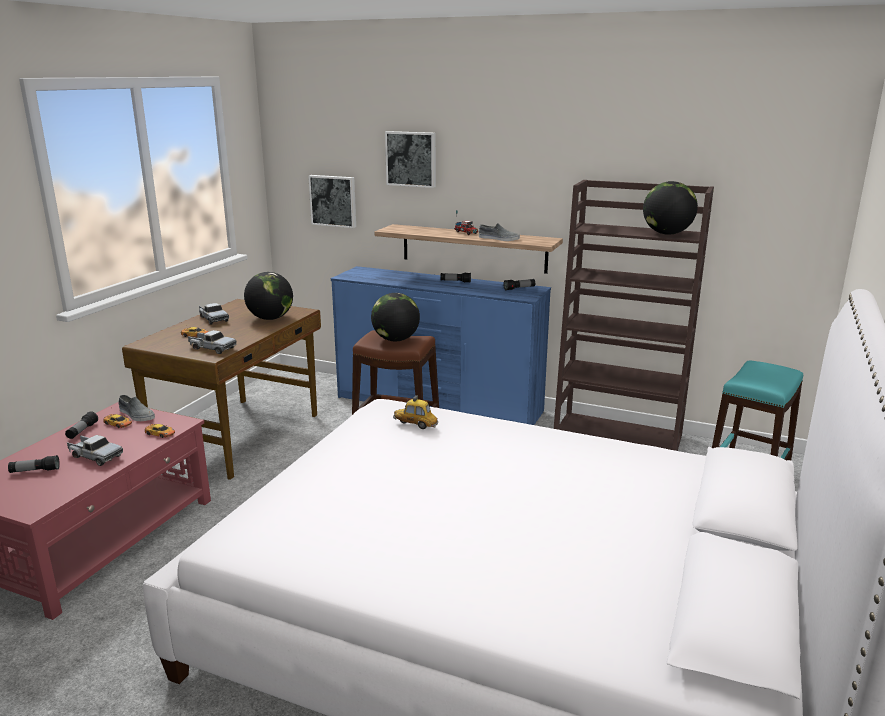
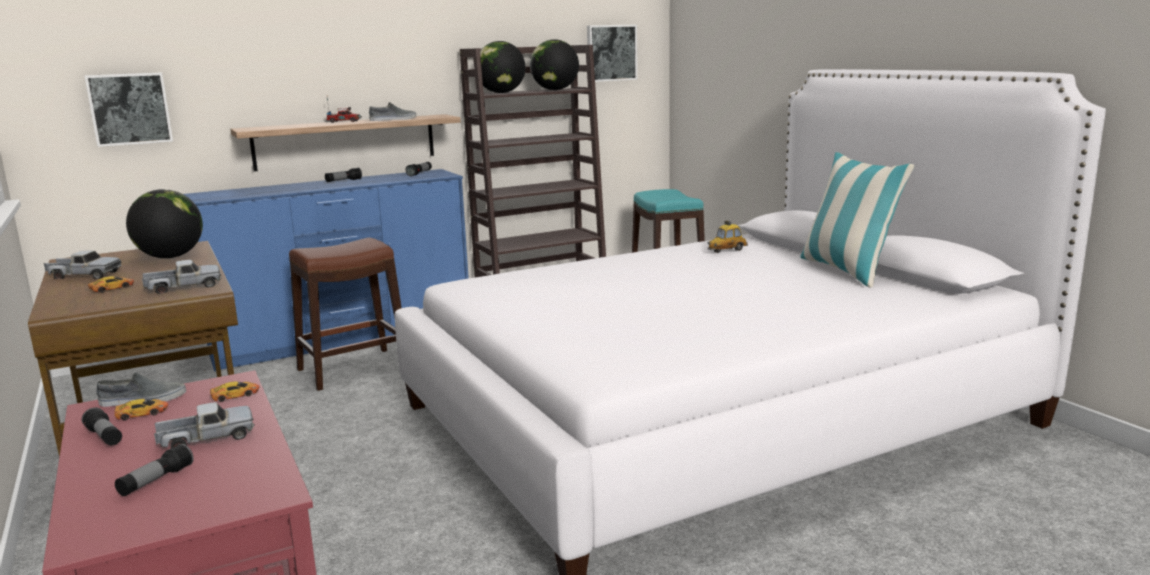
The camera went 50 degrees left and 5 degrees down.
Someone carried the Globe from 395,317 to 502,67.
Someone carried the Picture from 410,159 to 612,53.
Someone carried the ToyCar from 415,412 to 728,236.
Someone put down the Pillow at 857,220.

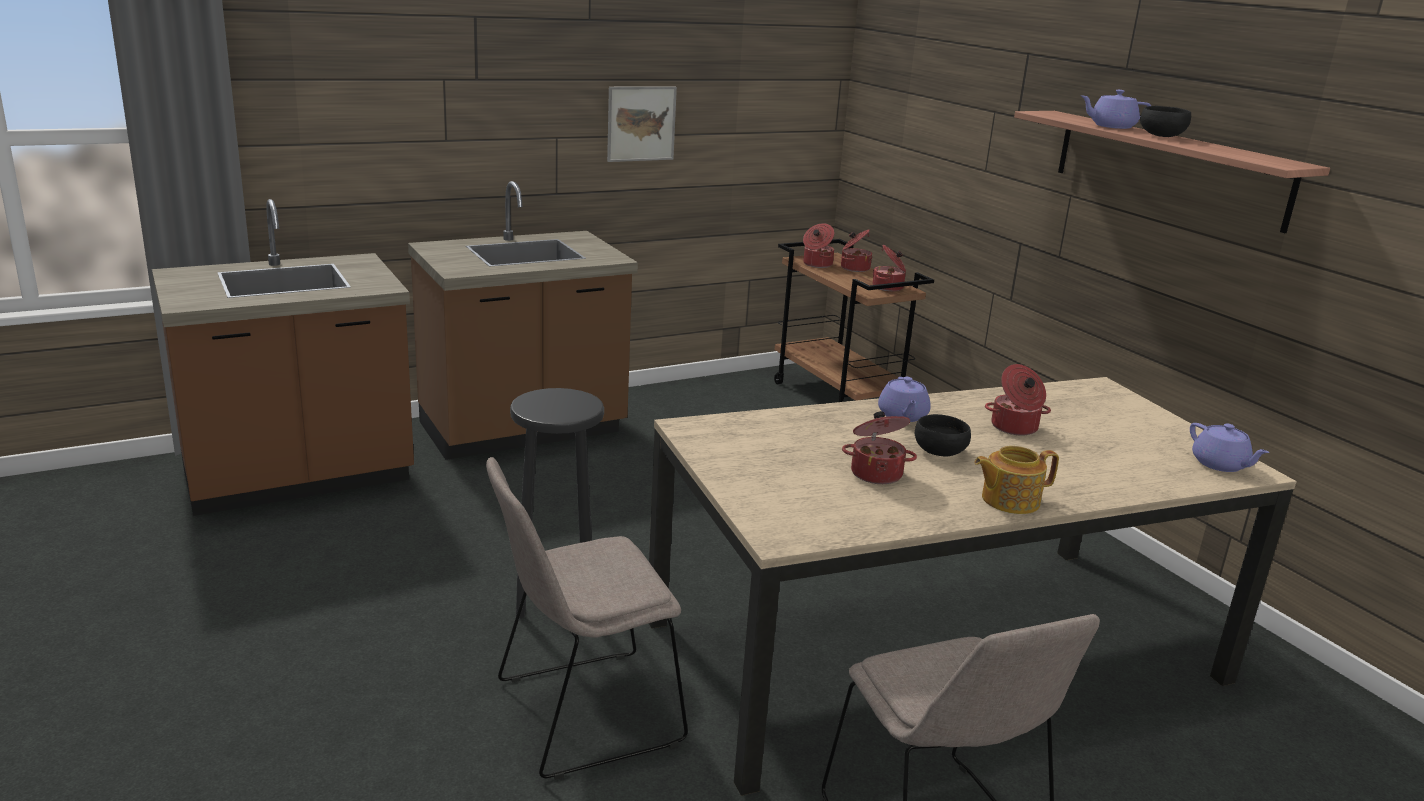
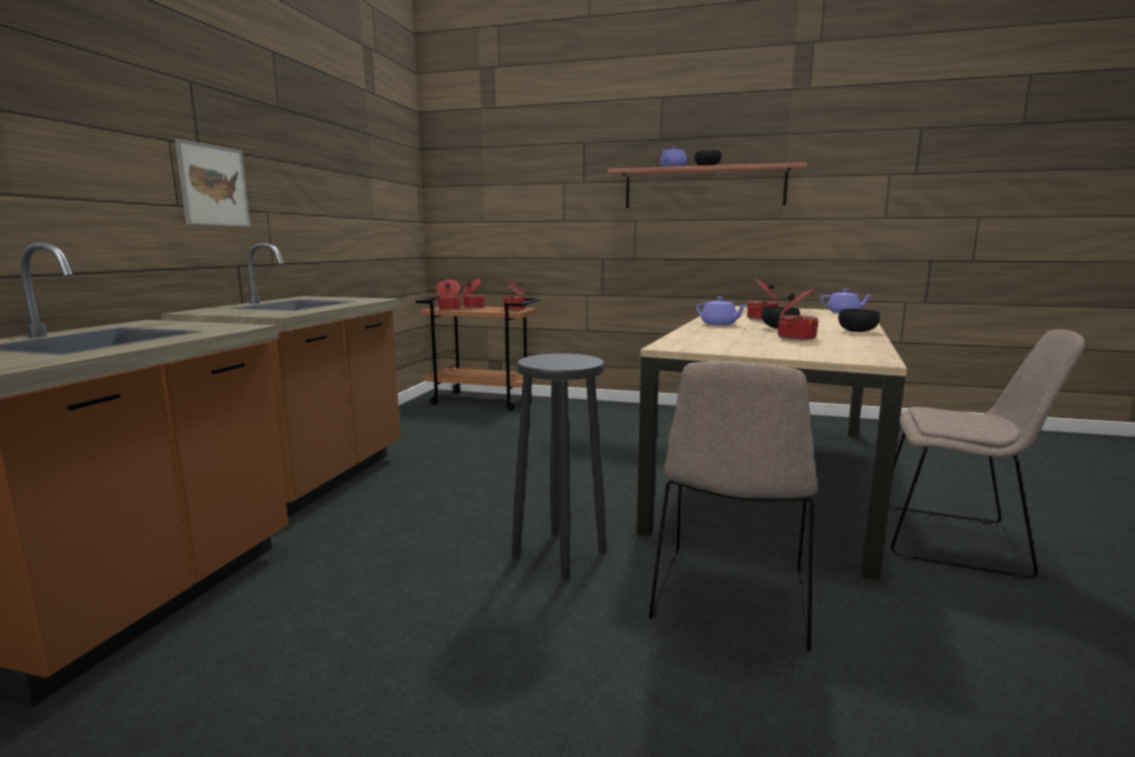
The camera went 45 degrees left and 10 degrees down.
Someone carried the Picture from 642,124 to 212,183.
Someone swapped the Teapot at 1016,480 for the BlackBowl at 859,320.

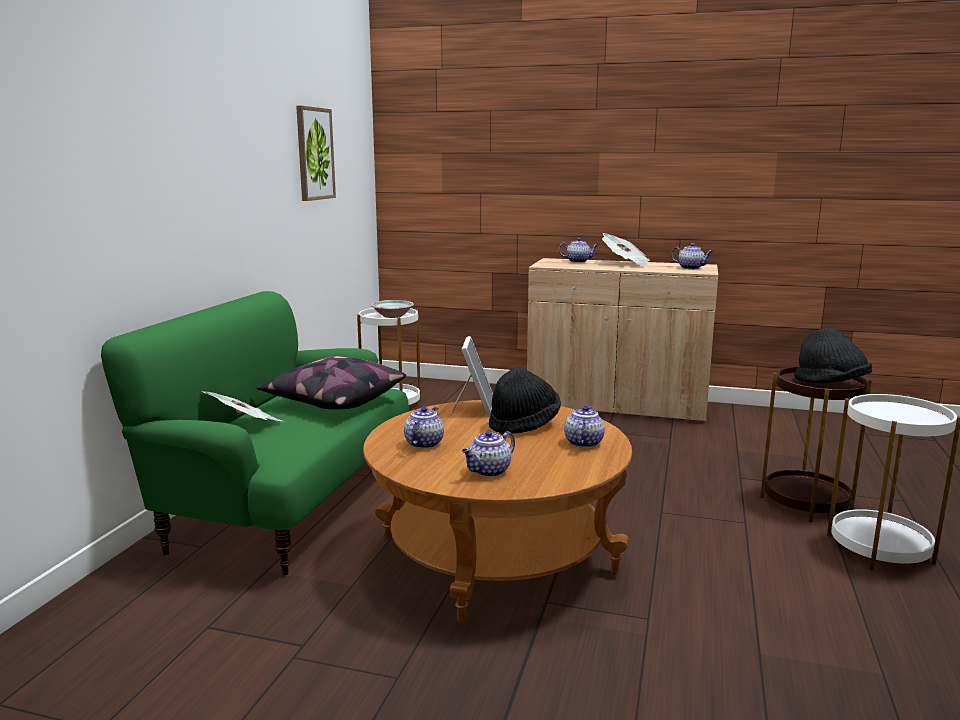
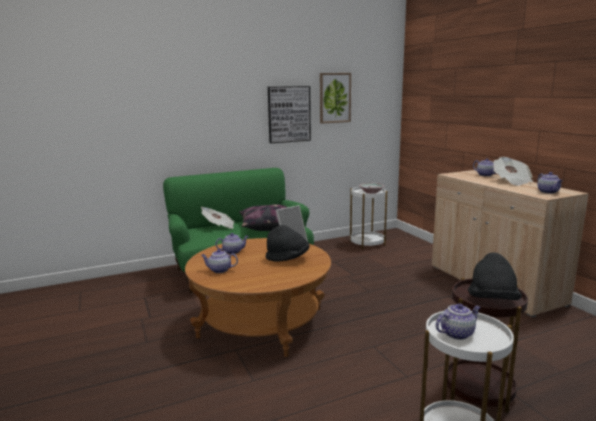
The camera went 50 degrees right and 0 degrees up.
Someone put up the Picture at 289,114.
Someone carried the Teapot from 584,427 to 458,322.

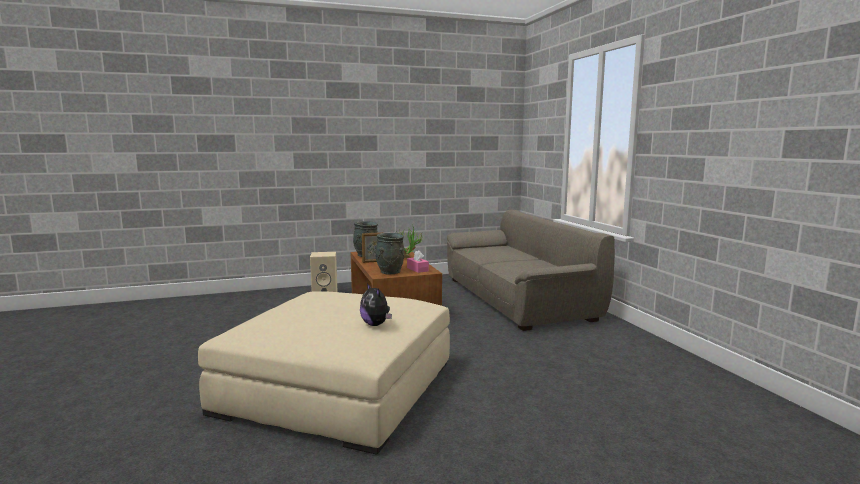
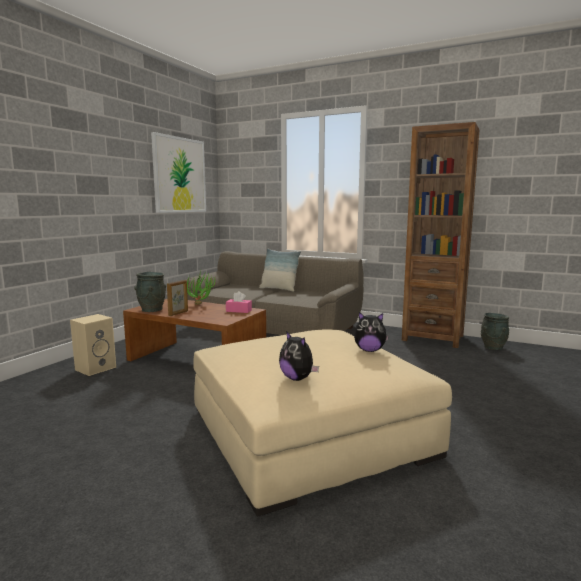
The camera went 45 degrees left and 0 degrees up.
Someone put up the Picture at 178,172.
Someone put down the Pillow at 280,270.
Someone put down the PlushToy at 299,356.
Someone put down the BrownBookcase at 441,235.
Someone carried the GreyVase from 390,254 to 495,331.

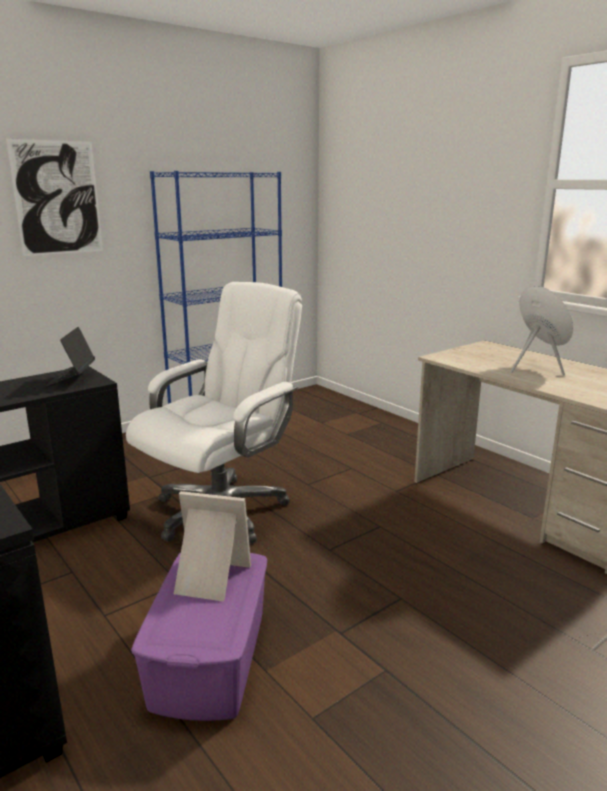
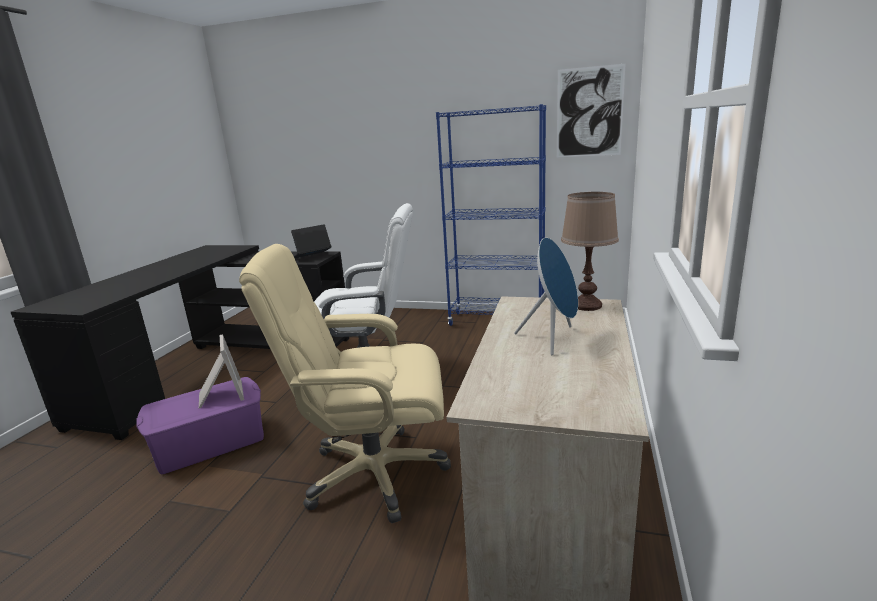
The camera went 55 degrees right and 0 degrees up.
Someone put down the BeigeOfficeChair at 345,383.
Someone carried the Picture from 54,197 to 591,111.
Someone put down the BrownTableLamp at 590,251.

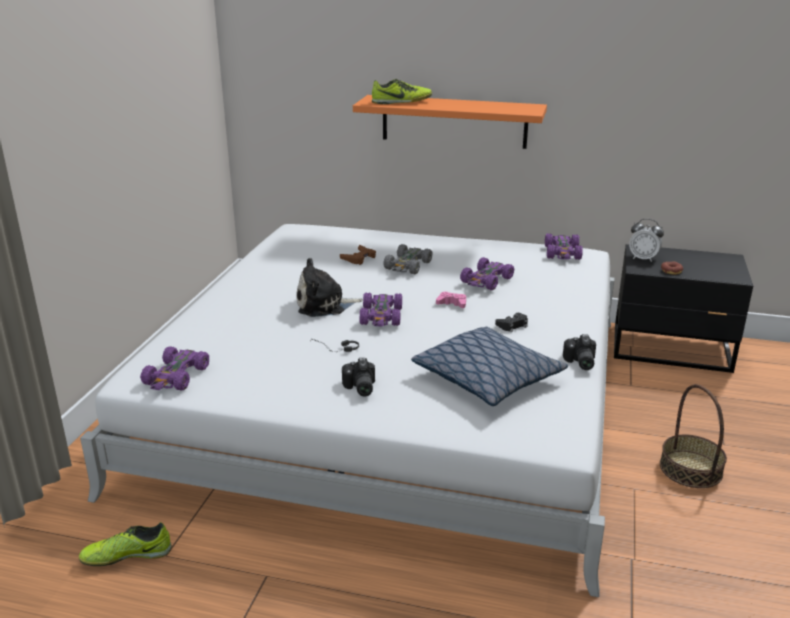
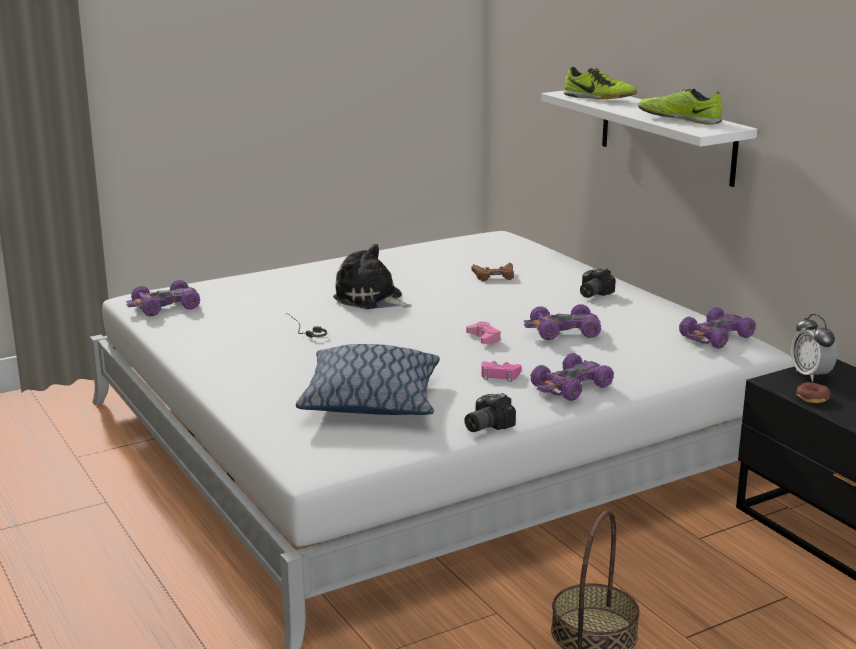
The camera went 45 degrees right and 5 degrees down.
Someone repainted the BlackGameController at 511,322, which became the PinkGameController at 501,371.
Someone carried the PurpleToyCar from 381,309 to 572,377.
Someone repainted the OrangeShelf at 450,122, which became the WhiteShelf at 649,138.
Someone carried the PhotoCamera from 358,377 to 598,282.
Someone carried the Shoe from 125,544 to 680,107.
Someone took away the GreyToyCar at 408,259.

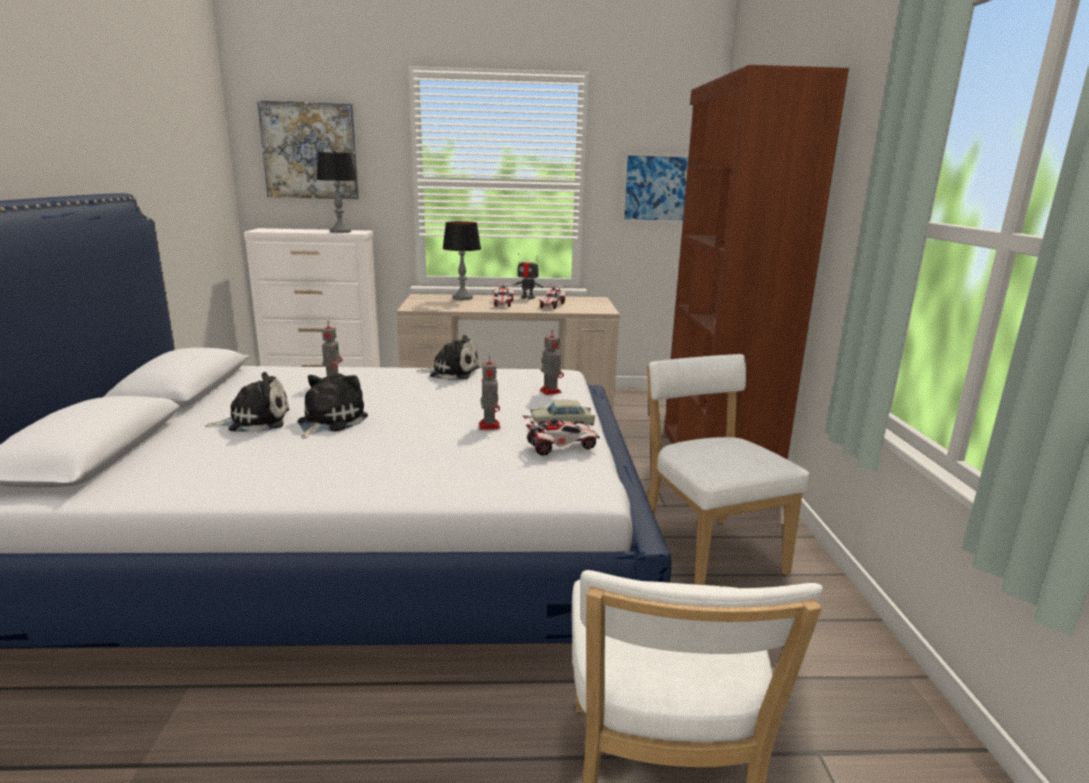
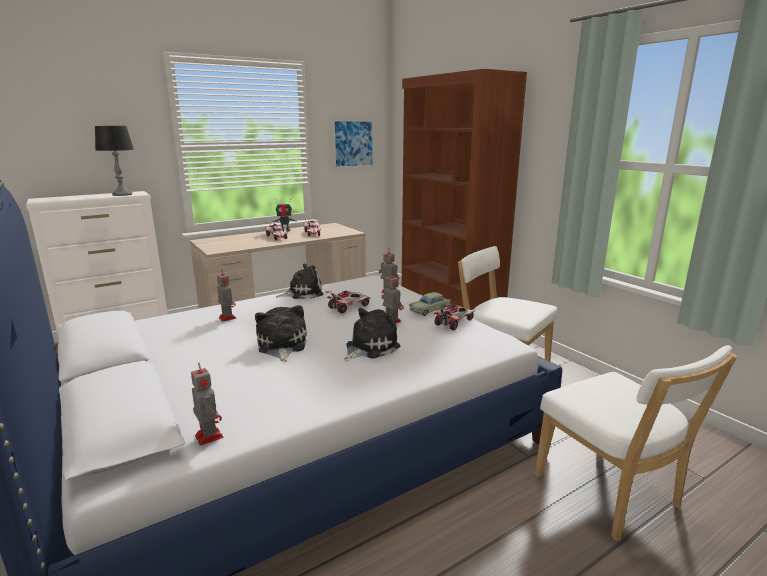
The camera went 30 degrees left and 0 degrees up.
Someone put down the ToyRobot at 207,404.
Someone put down the ToyCar at 347,302.
Someone carried the PlushToy from 247,402 to 372,334.
Someone took away the Picture at 308,149.
Someone took away the TableLamp at 461,260.

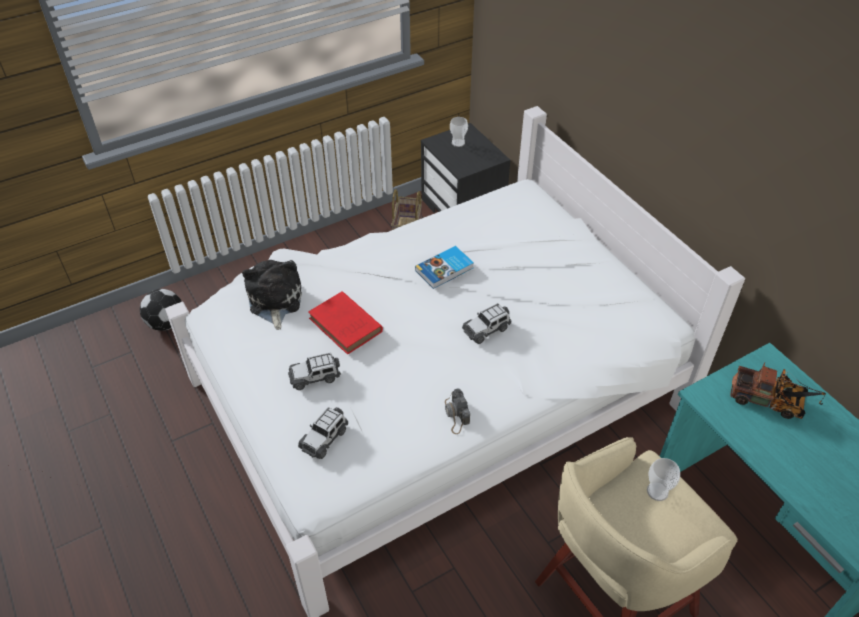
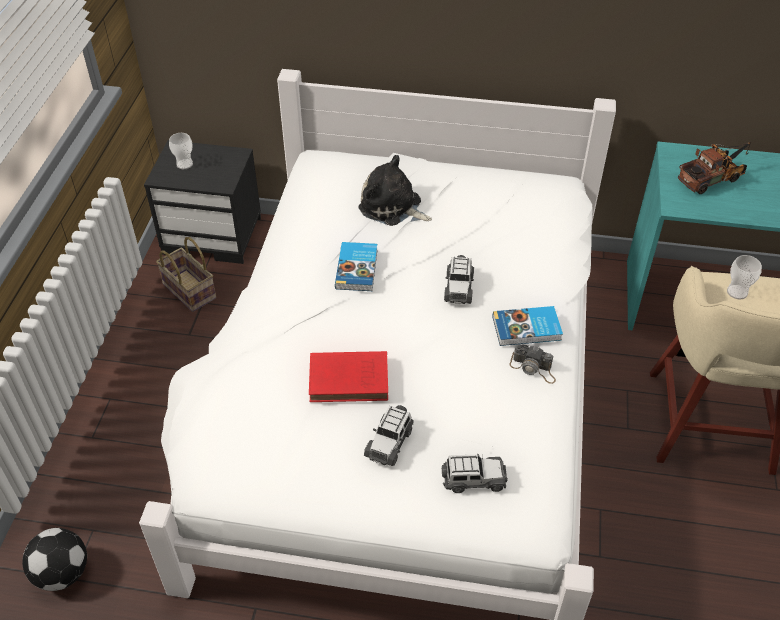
The camera went 50 degrees left and 0 degrees up.
Someone carried the PlushToy from 272,295 to 395,190.
Someone rotated the ToyCar at 323,433 by 75 degrees counterclockwise.
Someone put down the Book at 528,326.

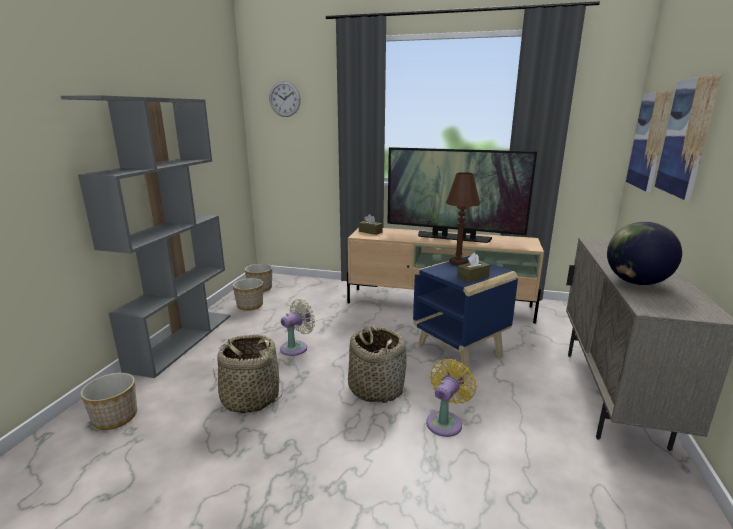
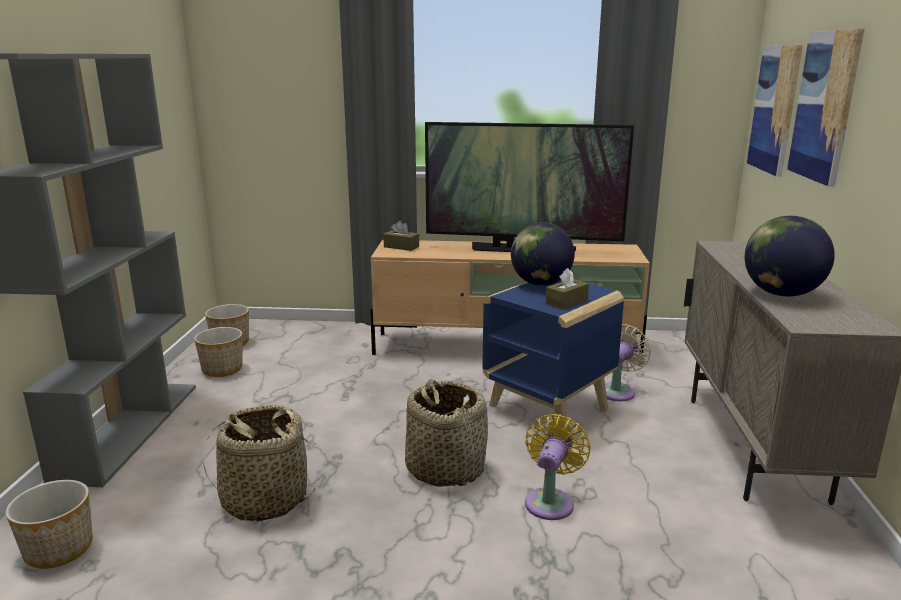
The camera went 10 degrees left and 0 degrees up.
Someone swapped the BrownTableLamp at 463,219 for the Globe at 543,254.
Someone carried the BeigeFan from 297,327 to 628,362.
Someone took away the WallClock at 285,99.

